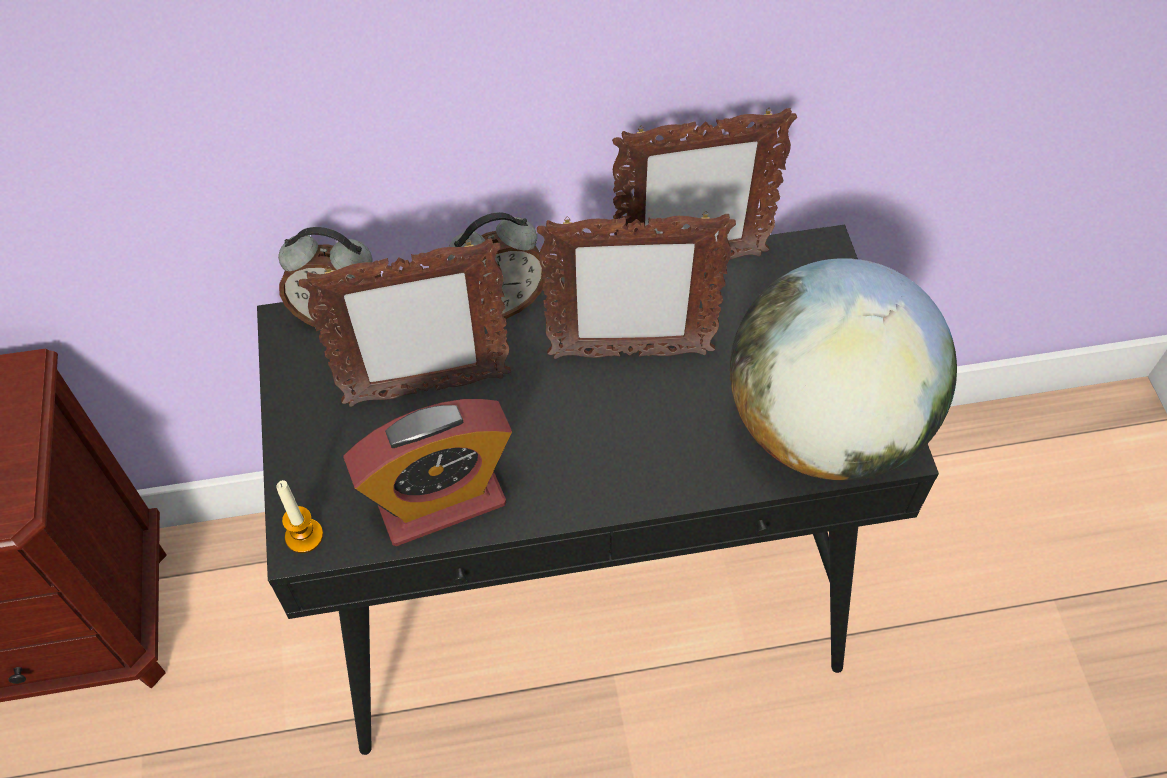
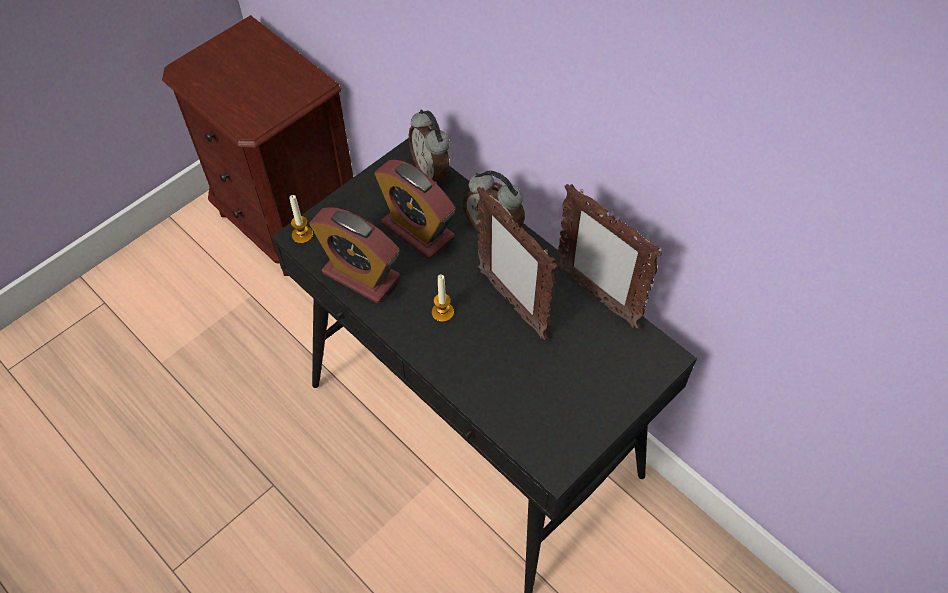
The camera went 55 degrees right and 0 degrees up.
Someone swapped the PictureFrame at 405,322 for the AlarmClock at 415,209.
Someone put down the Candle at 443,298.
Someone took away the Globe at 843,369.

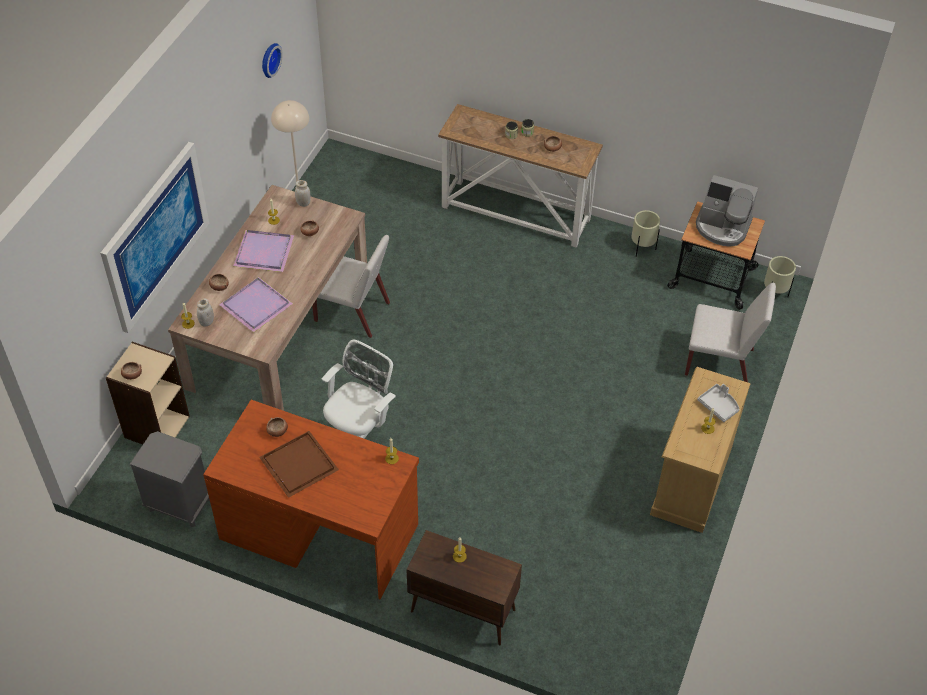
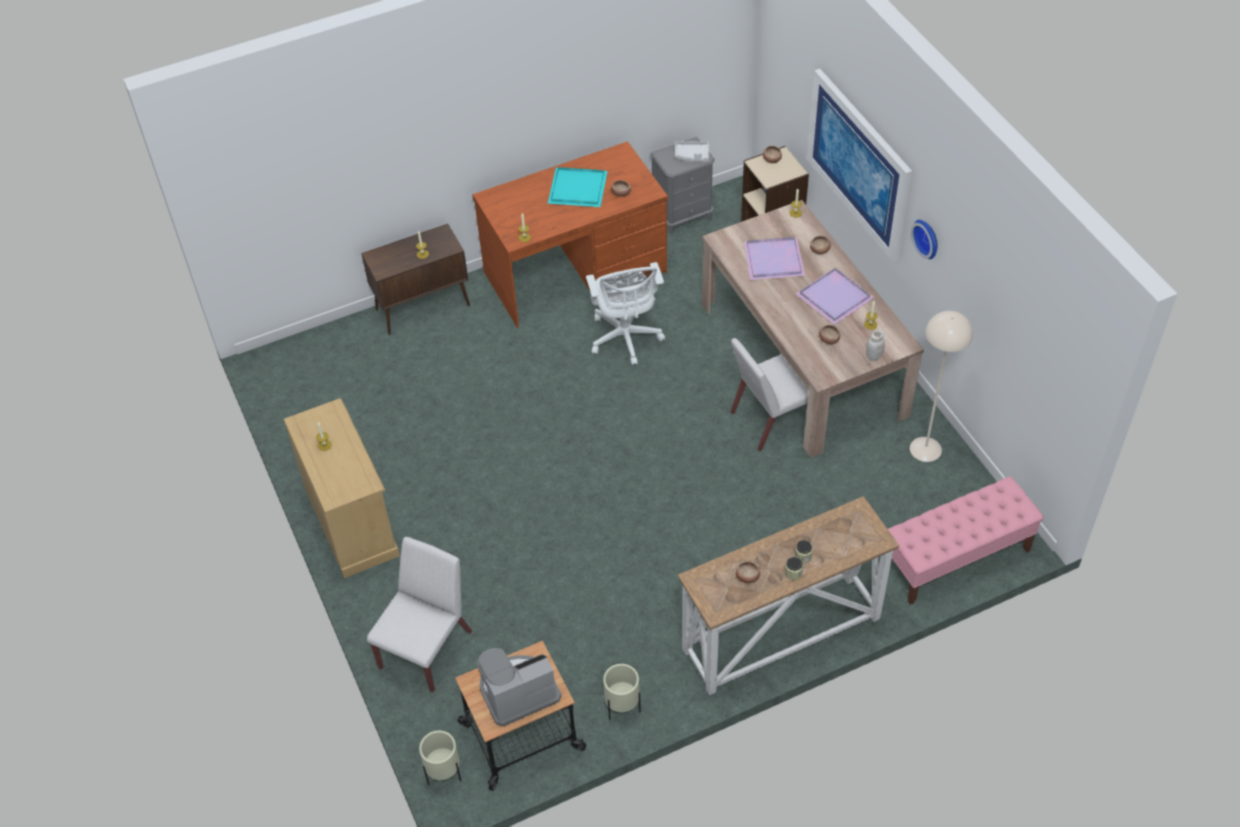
The camera went 135 degrees right and 0 degrees up.
Someone rotated the WhiteChair at 730,332 by 150 degrees clockwise.
Someone repainted the BrownTray at 299,464, which became the TurquoiseTray at 578,187.
Someone carried the GreyTray from 718,403 to 692,151.
Someone put down the PinkBench at 966,540.
Someone carried the WallClock from 272,60 to 924,239.
Someone took away the WhiteJar at 205,312.

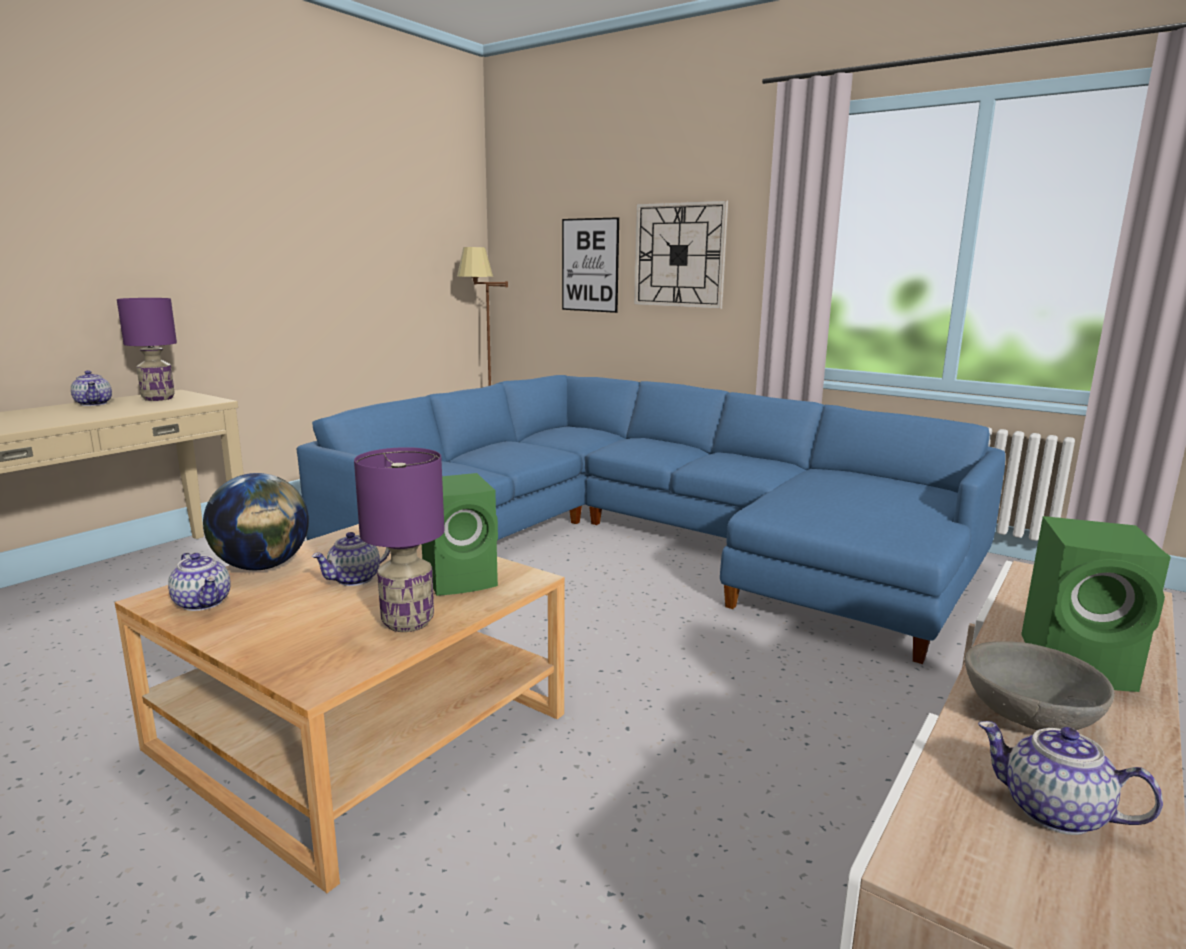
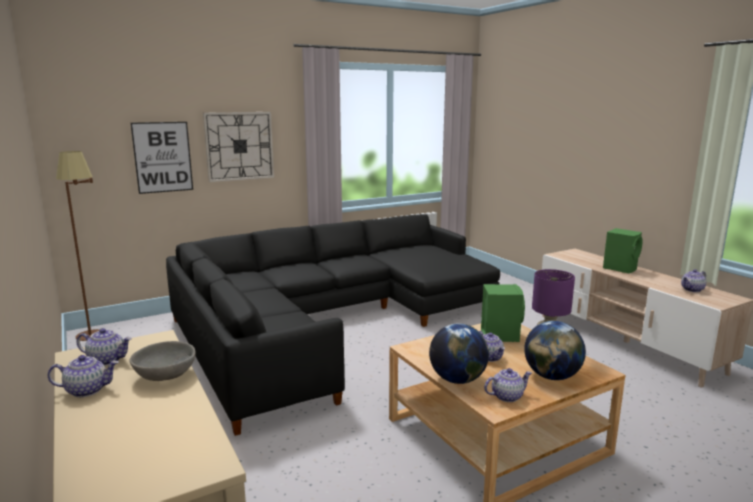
The camera went 65 degrees left and 0 degrees up.
Someone swapped the PurpleTableLamp at 147,349 for the Teapot at 104,347.
Someone carried the GreyBowl from 1039,685 to 162,361.
Someone repainted the BlueSofa at 651,519, which became the BlackSofa at 333,325.
Someone put down the Globe at 555,350.

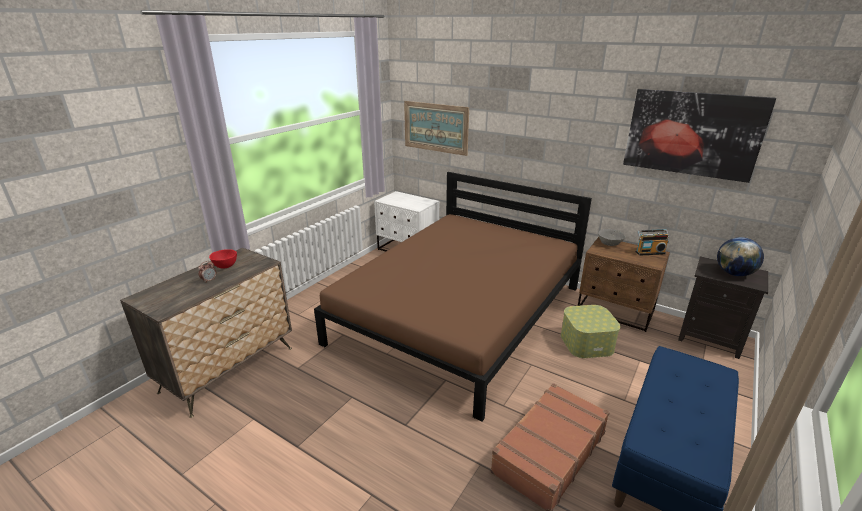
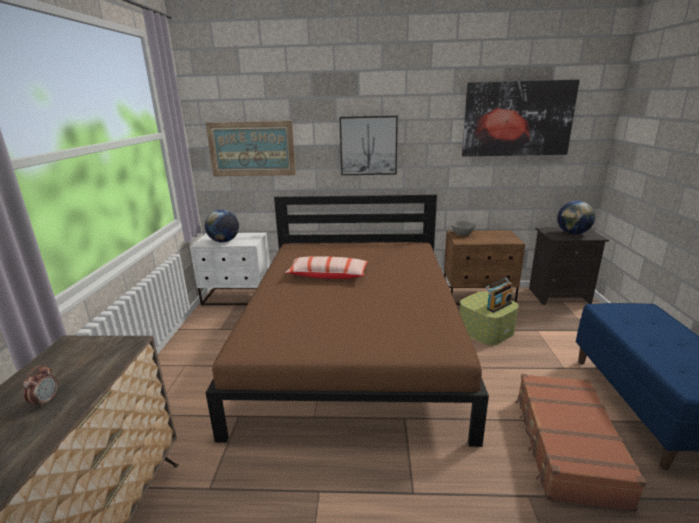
The camera went 30 degrees left and 5 degrees down.
Someone put down the Globe at 222,226.
Someone put down the Pillow at 326,267.
Someone put up the Picture at 368,145.
Someone carried the Radio from 652,242 to 499,295.
Someone took away the RedBowl at 223,259.

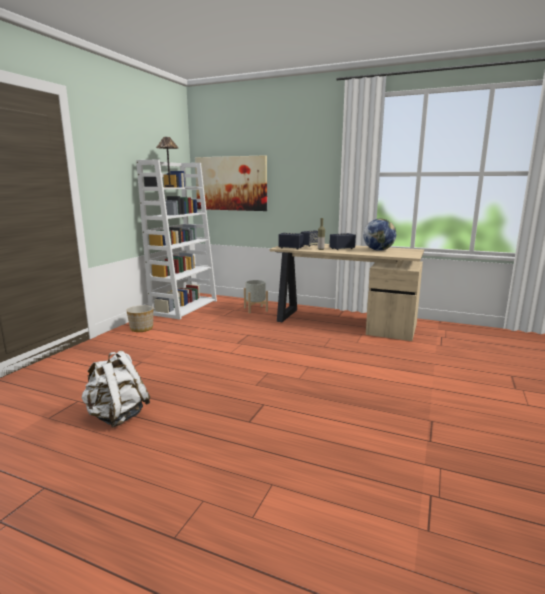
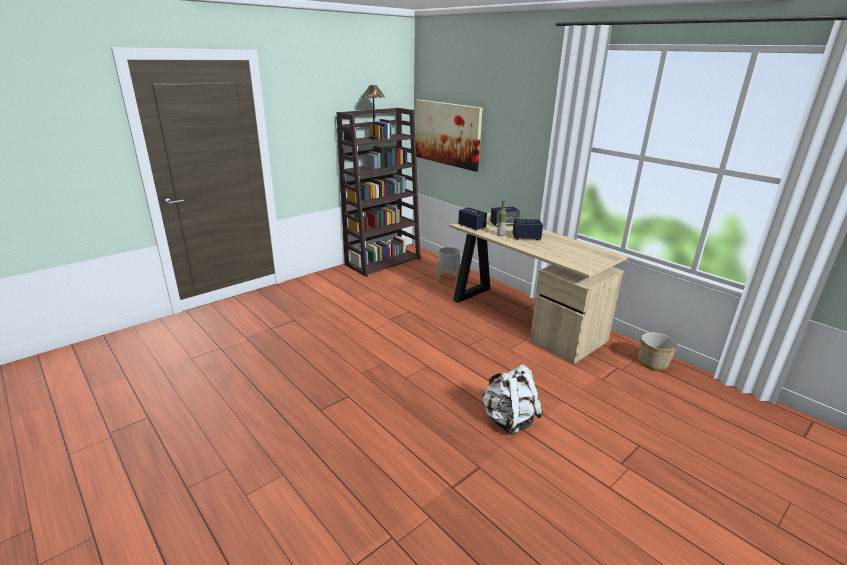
The camera went 25 degrees right and 10 degrees up.
Someone repainted the WhiteBookcase at 176,239, which became the BrownBookcase at 378,192.
Someone carried the WhiteBackpack from 116,389 to 512,399.
Someone carried the Planter from 139,318 to 657,351.
Someone took away the Globe at 379,235.

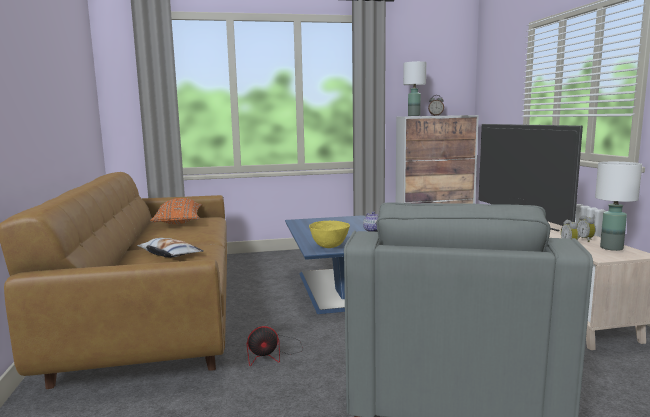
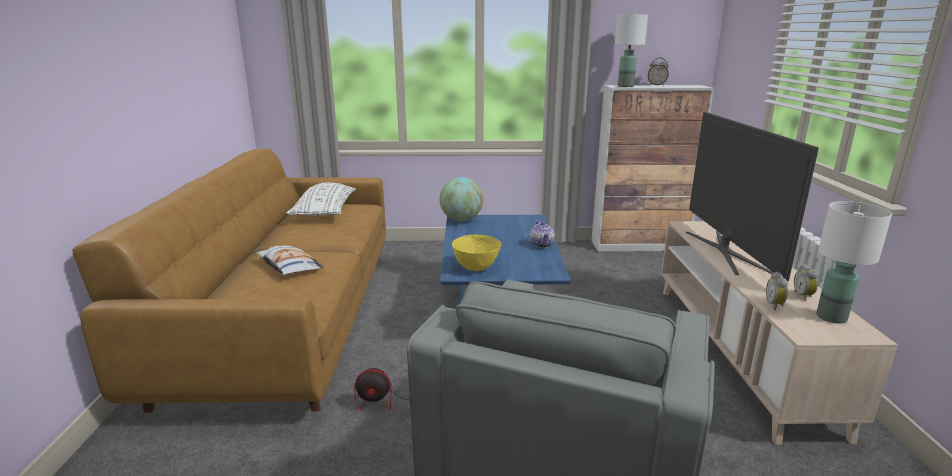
The camera went 10 degrees right and 10 degrees up.
Someone repainted the OrangePillow at 176,211, which became the WhitePillow at 321,199.
Someone put down the Globe at 461,199.

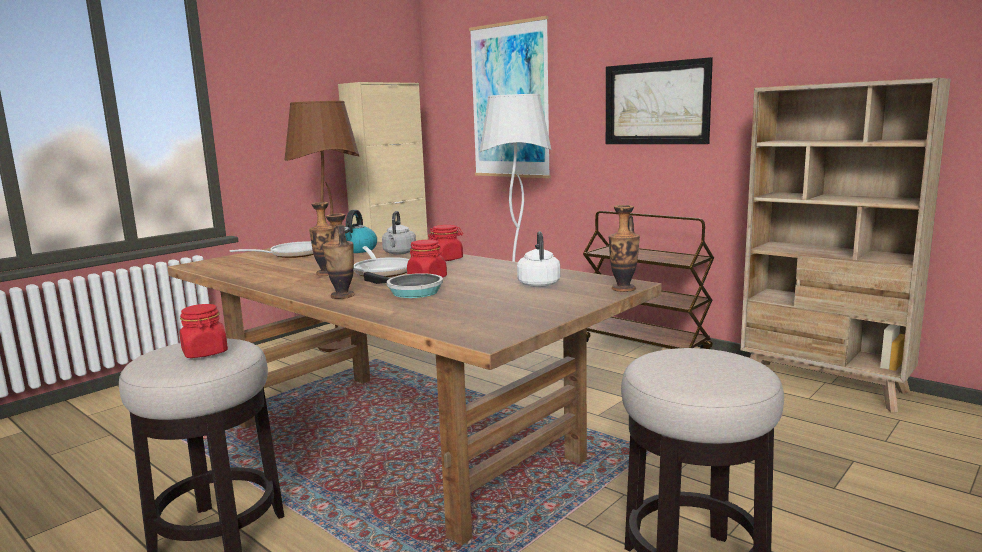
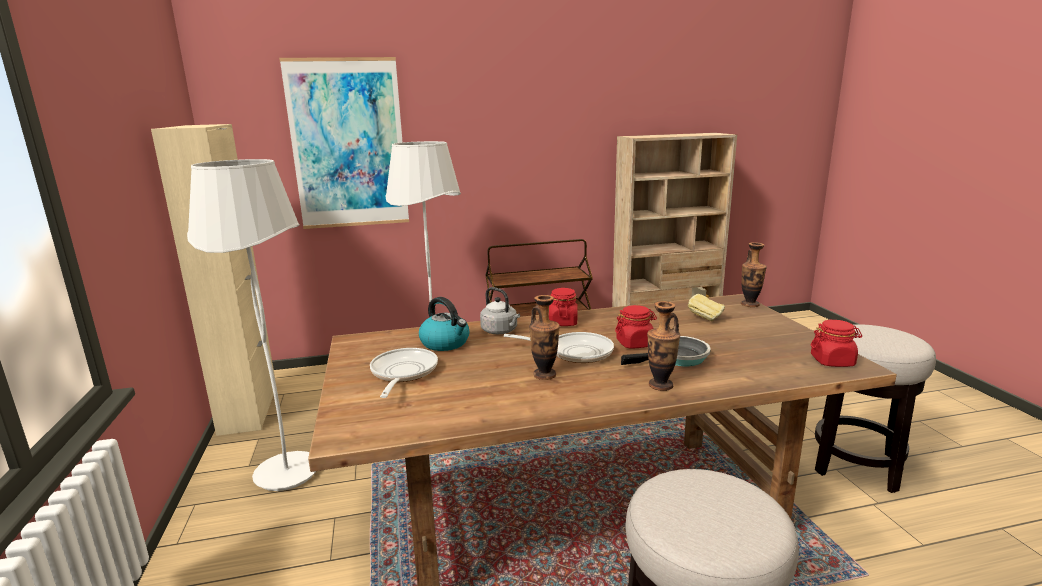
The camera went 55 degrees left and 5 degrees up.
Someone repainted the BrownFloorLamp at 321,226, which became the WhiteFloorLamp at 251,325.
Someone swapped the WhiteKettle at 538,259 for the Bread at 706,307.
Someone carried the RedJar from 204,331 to 836,343.
Someone took away the Picture at 659,100.

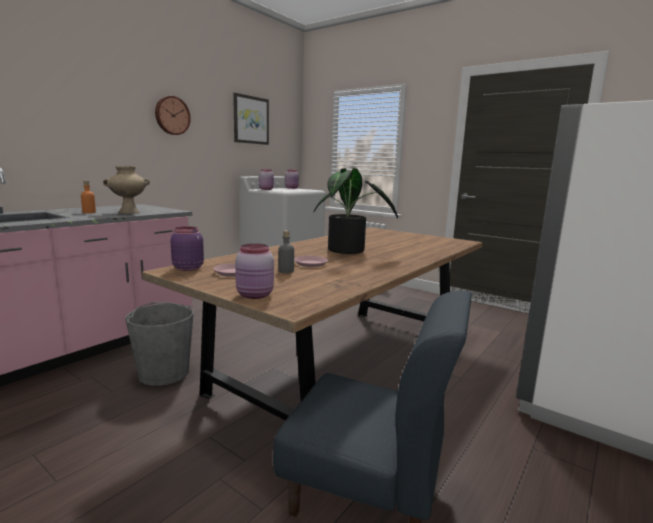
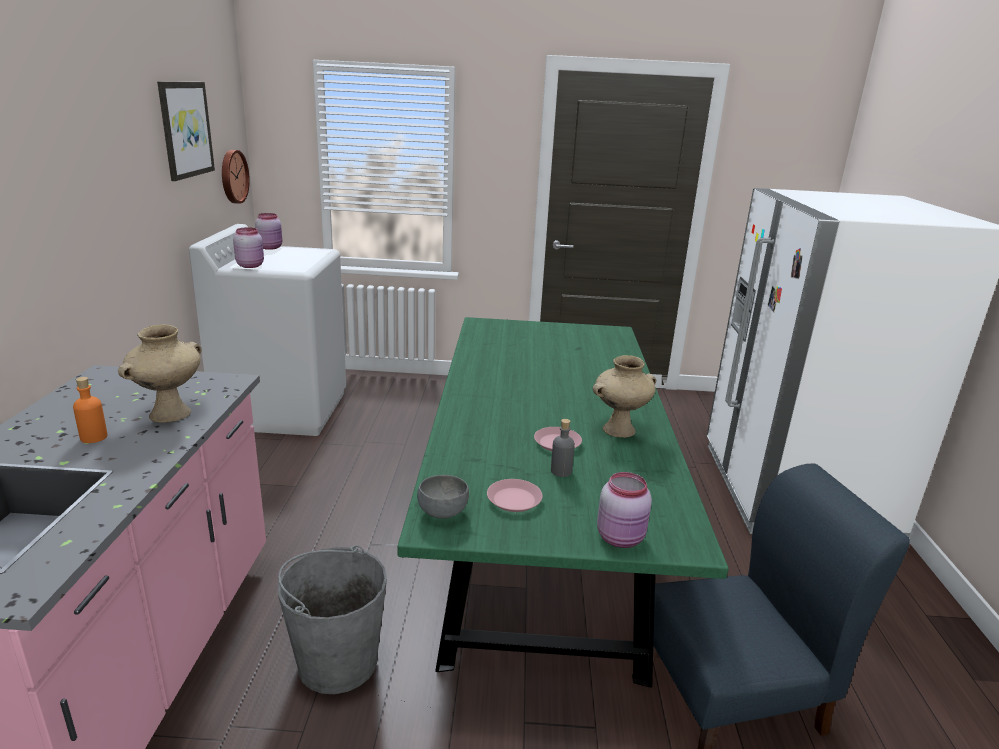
The camera went 35 degrees left and 10 degrees up.
Someone carried the WallClock from 173,115 to 236,177.
Someone repainted the BrownDiningTable at 312,324, which became the GreenDiningTable at 563,502.
Someone swapped the PurpleJar at 187,248 for the GreyBowl at 443,497.
Someone put down the BeigeVase at 624,396.
Someone took away the PottedPlant at 356,211.

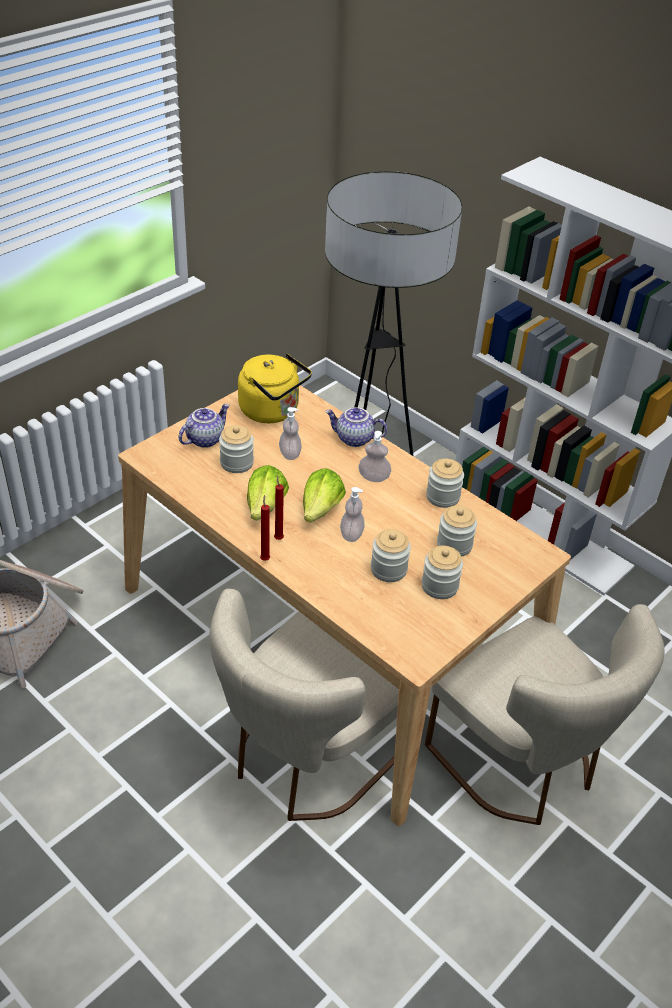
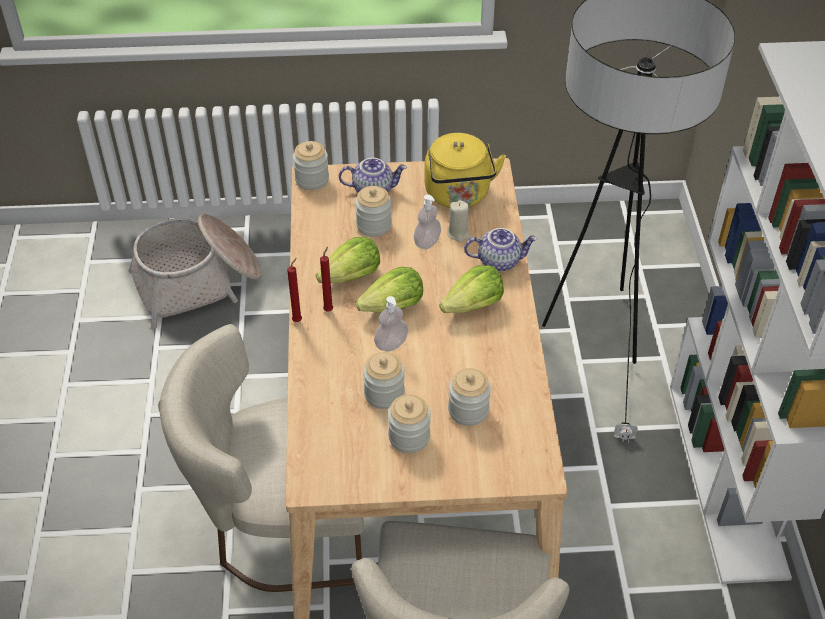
The camera went 45 degrees right and 5 degrees up.
Someone carried the Jar from 445,483 to 311,165.
Someone swapped the SoapDispenser at 374,456 for the Lettuce at 471,289.
Someone put down the BeigeCandle at 459,221.
Someone rotated the Teapot at 356,427 by 120 degrees clockwise.

